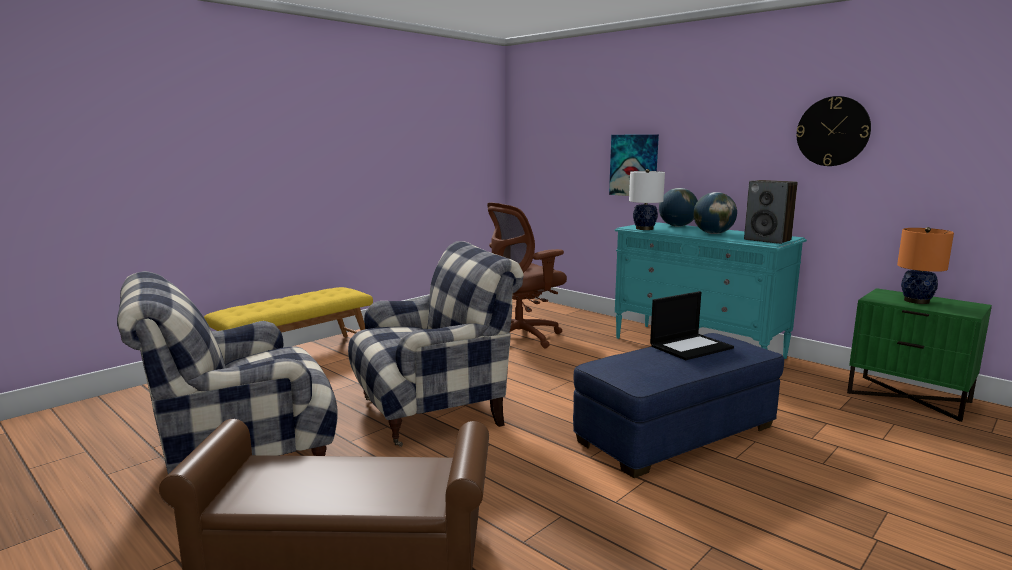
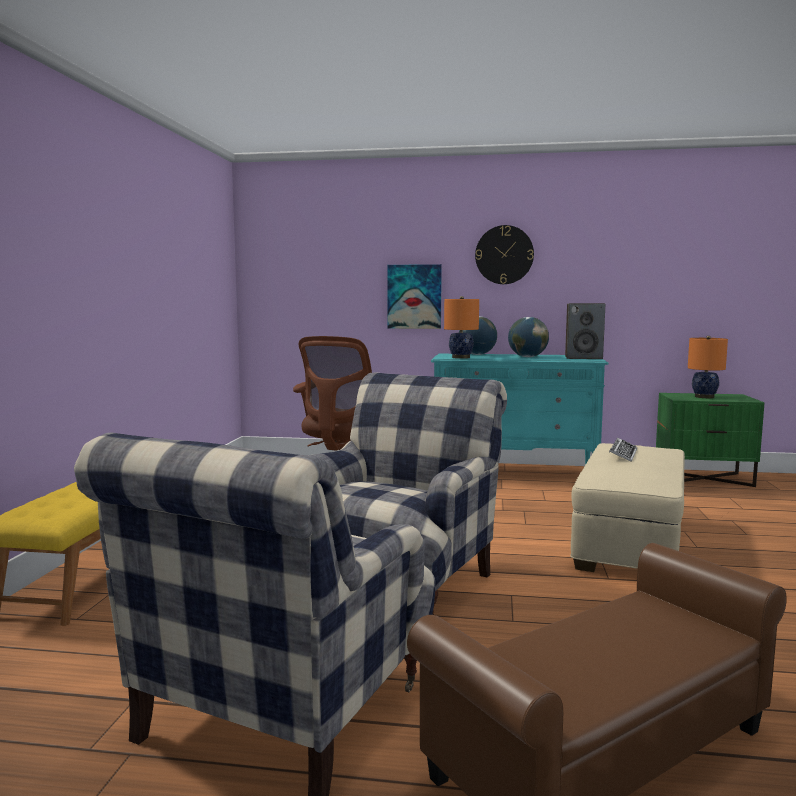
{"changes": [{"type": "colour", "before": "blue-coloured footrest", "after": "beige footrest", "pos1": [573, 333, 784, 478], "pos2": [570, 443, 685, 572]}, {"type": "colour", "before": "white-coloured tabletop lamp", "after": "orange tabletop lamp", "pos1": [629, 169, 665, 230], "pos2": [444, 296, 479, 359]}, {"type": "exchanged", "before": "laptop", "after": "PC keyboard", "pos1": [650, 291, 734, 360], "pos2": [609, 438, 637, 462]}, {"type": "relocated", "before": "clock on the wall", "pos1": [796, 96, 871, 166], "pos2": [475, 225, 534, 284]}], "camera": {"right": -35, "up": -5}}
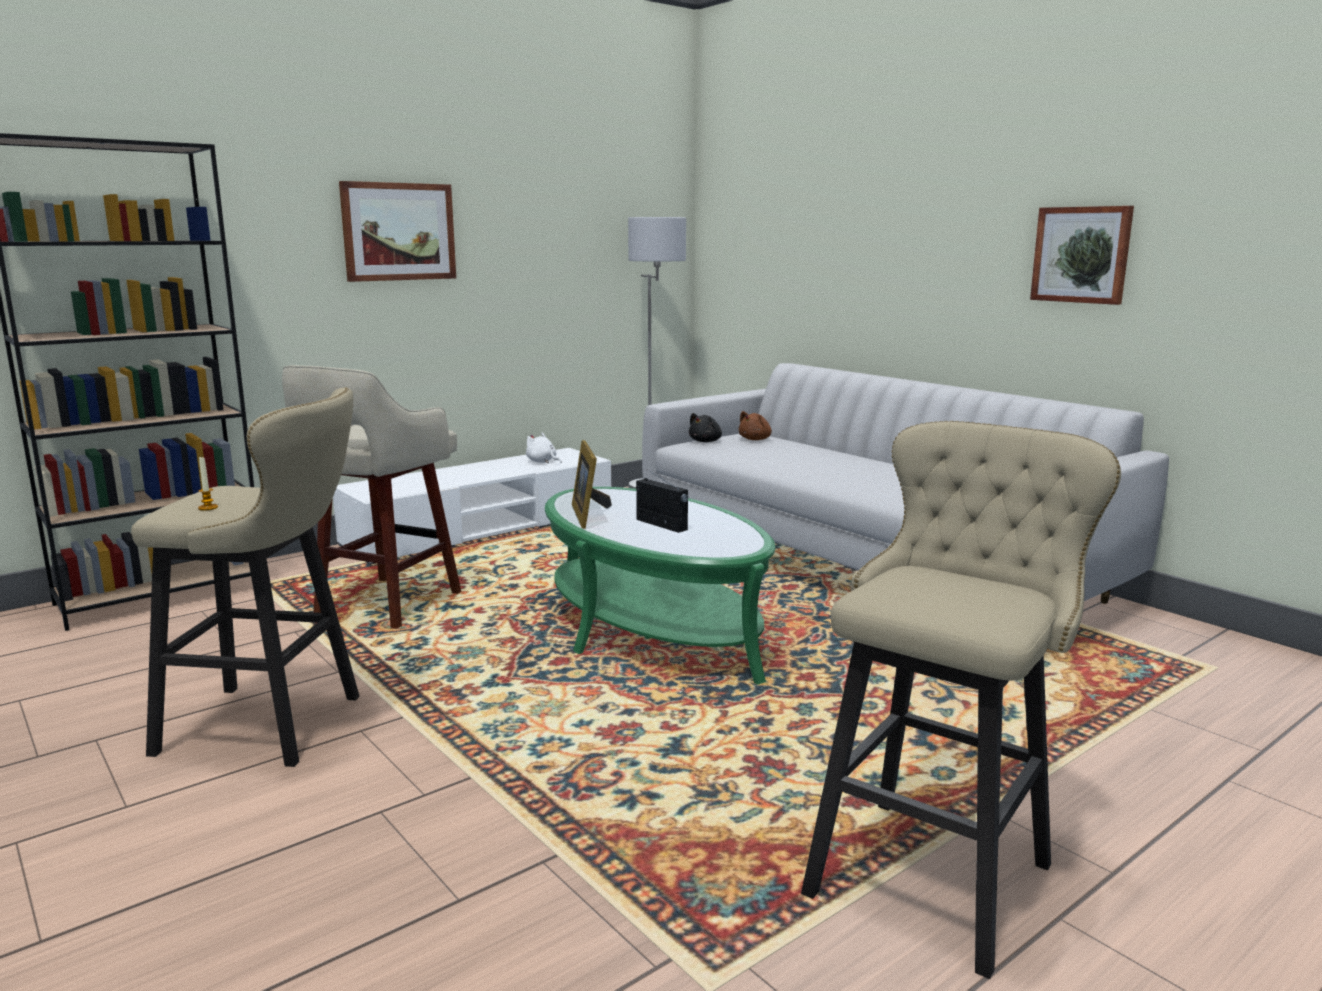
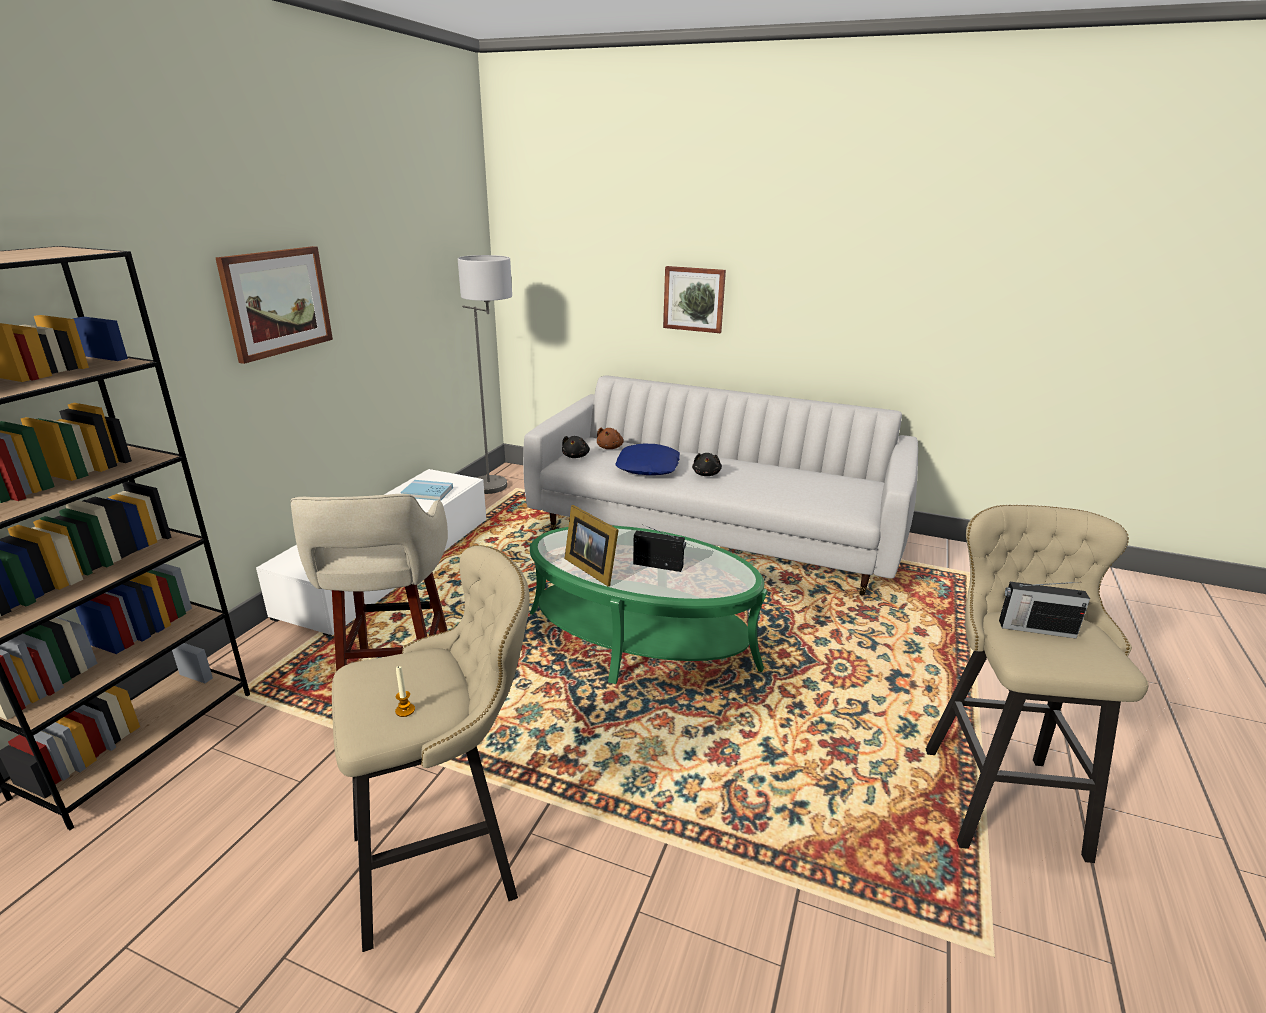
{"changes": [{"type": "exchanged", "before": "white-coloured soft toy", "after": "blue-coloured volume", "pos1": [526, 433, 562, 463], "pos2": [401, 480, 453, 501]}, {"type": "relocated", "before": "wall picture", "pos1": [1030, 206, 1134, 305], "pos2": [663, 266, 726, 333]}, {"type": "appeared", "after": "blue-coloured throw pillow", "pos2": [615, 444, 680, 475]}, {"type": "appeared", "after": "black soft toy", "pos2": [692, 453, 722, 476]}, {"type": "appeared", "after": "radio set", "pos2": [999, 582, 1090, 639]}], "camera": {"right": -30, "up": 10}}
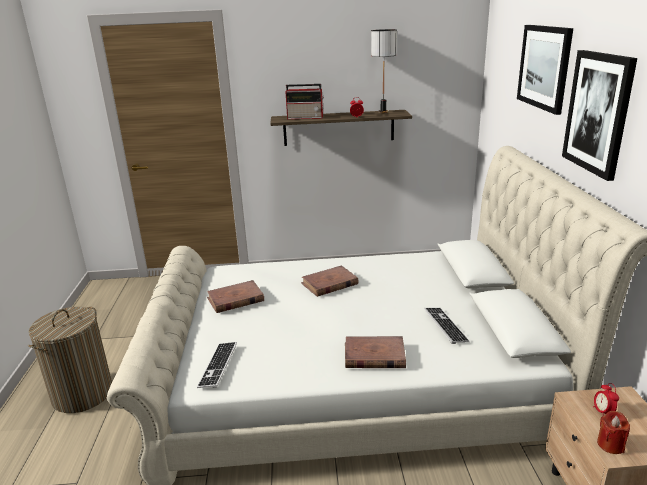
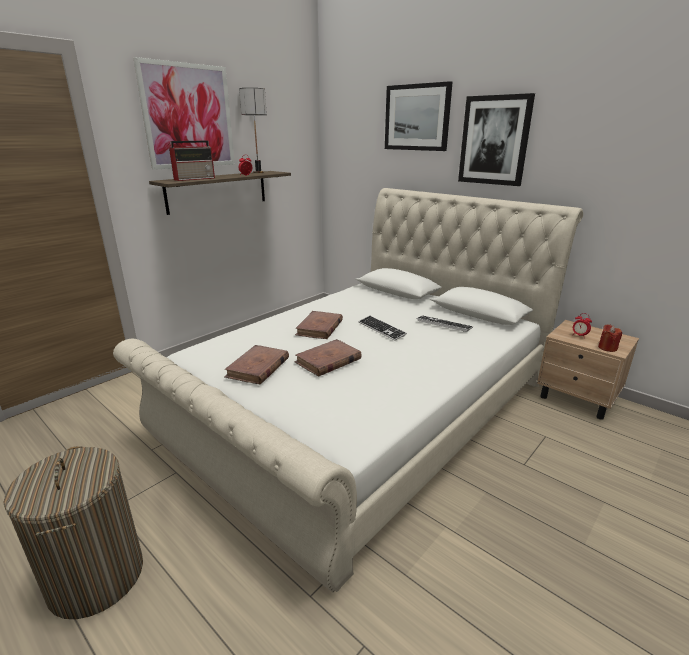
{"changes": [{"type": "relocated", "before": "PC keyboard", "pos1": [197, 342, 237, 388], "pos2": [358, 316, 407, 341]}, {"type": "relocated", "before": "brown-coloured volume", "pos1": [345, 336, 406, 368], "pos2": [294, 339, 362, 377]}, {"type": "appeared", "after": "wall picture", "pos2": [133, 57, 235, 170]}], "camera": {"right": -45, "up": 0}}
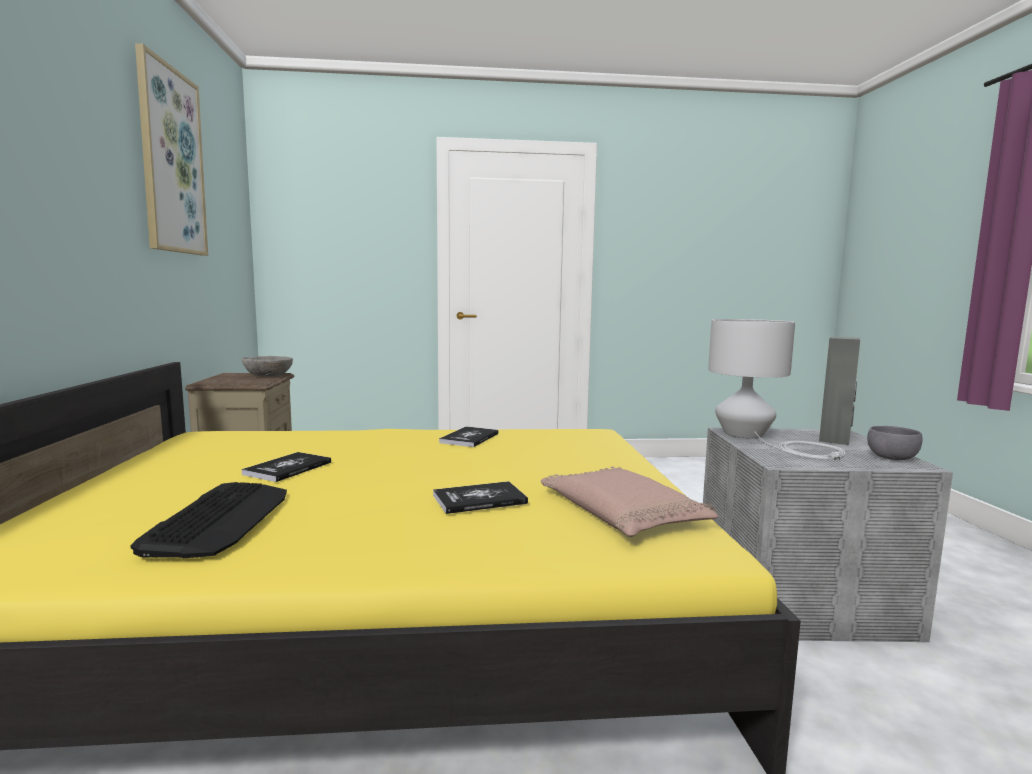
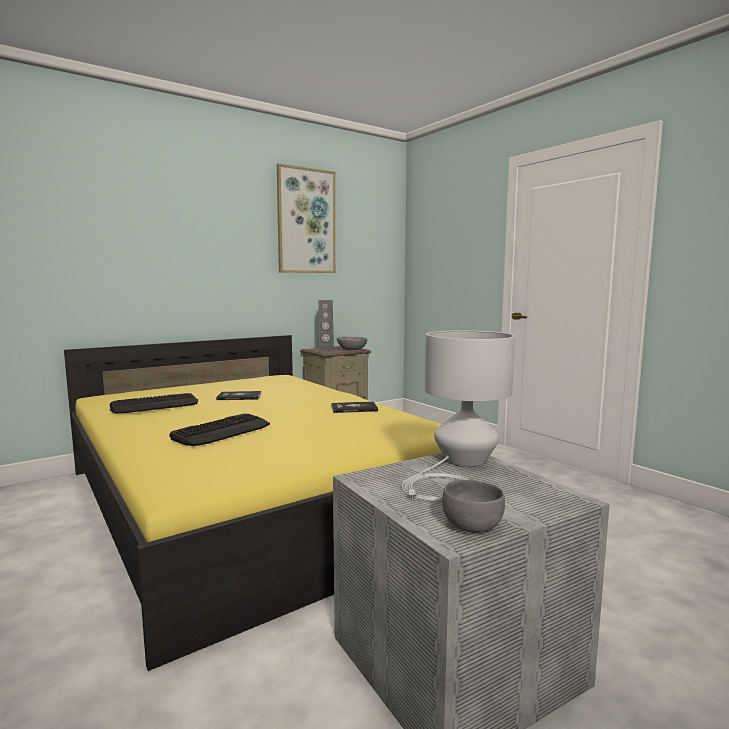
{"changes": [{"type": "exchanged", "before": "volume", "after": "PC keyboard", "pos1": [433, 481, 528, 514], "pos2": [170, 414, 270, 446]}, {"type": "missing", "before": "beige throw pillow", "pos1": [541, 466, 719, 537]}, {"type": "relocated", "before": "gray audio speaker", "pos1": [819, 337, 860, 445], "pos2": [318, 300, 334, 351]}], "camera": {"right": 60, "up": 0}}
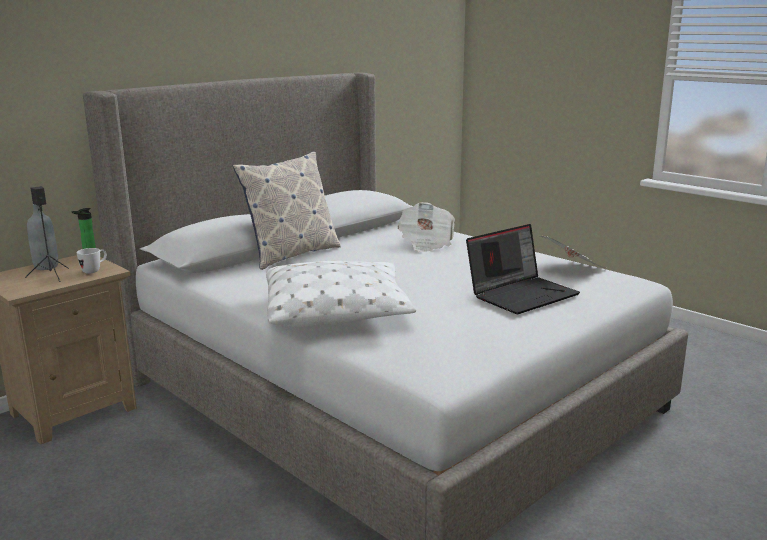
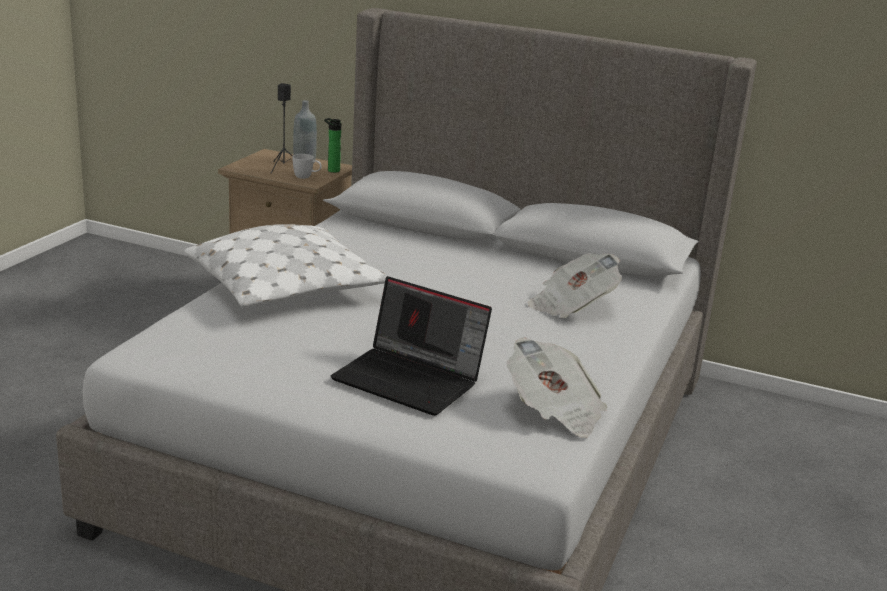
{"changes": [{"type": "missing", "before": "throw pillow", "pos1": [233, 152, 341, 270]}], "camera": {"right": 65, "up": 5}}
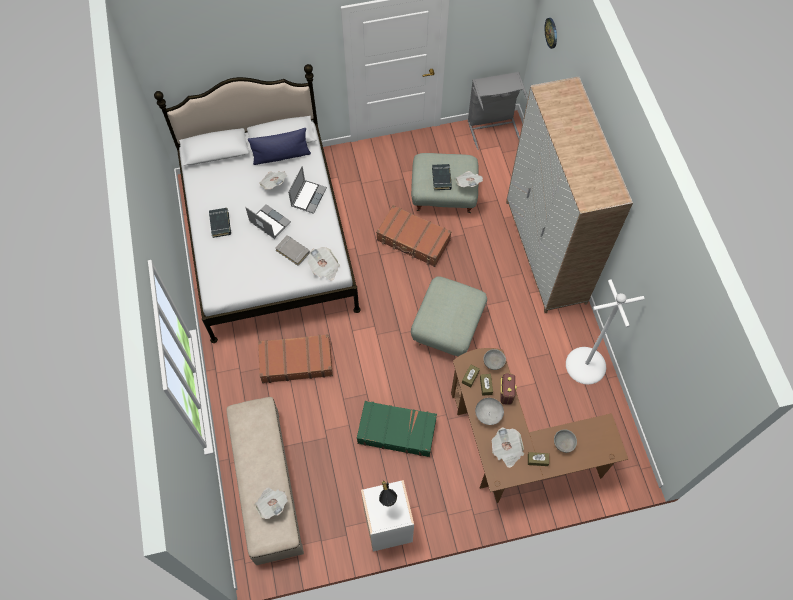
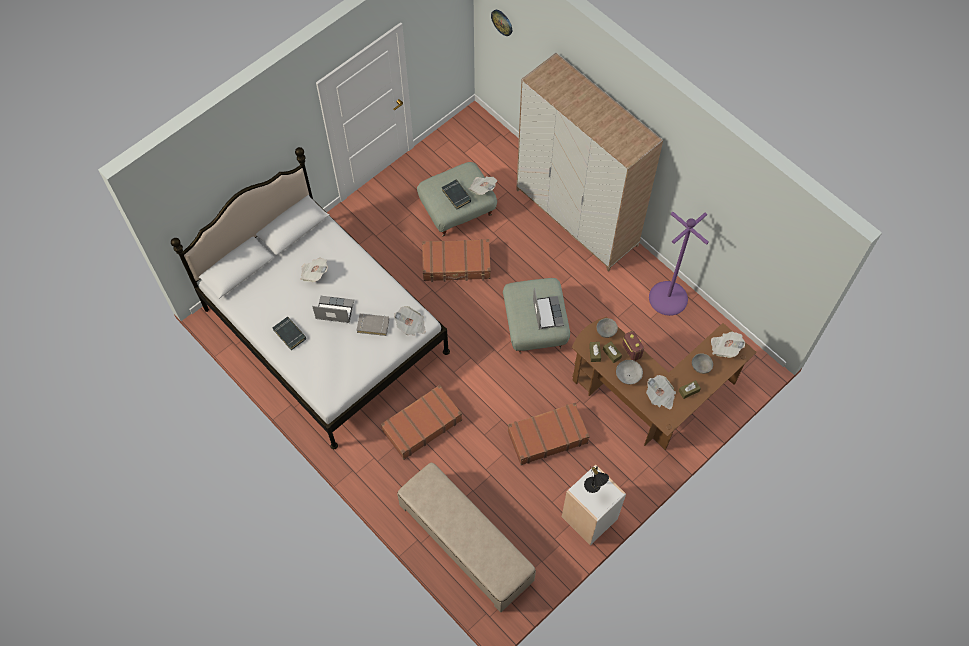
{"changes": [{"type": "missing", "before": "blue-coloured throw pillow", "pos1": [248, 128, 311, 165]}, {"type": "relocated", "before": "newspaper", "pos1": [255, 487, 288, 519], "pos2": [711, 331, 745, 358]}, {"type": "relocated", "before": "laptop", "pos1": [288, 166, 327, 214], "pos2": [533, 287, 564, 329]}, {"type": "colour", "before": "greenish piece of luggage", "after": "brown-coloured piece of luggage", "pos1": [357, 401, 437, 457], "pos2": [508, 403, 590, 465]}, {"type": "missing", "before": "gray hamper", "pos1": [468, 72, 528, 150]}, {"type": "colour", "before": "white-coloured garment rack", "after": "purplish garment rack", "pos1": [566, 279, 645, 385], "pos2": [649, 212, 709, 316]}], "camera": {"right": -30, "up": 0}}
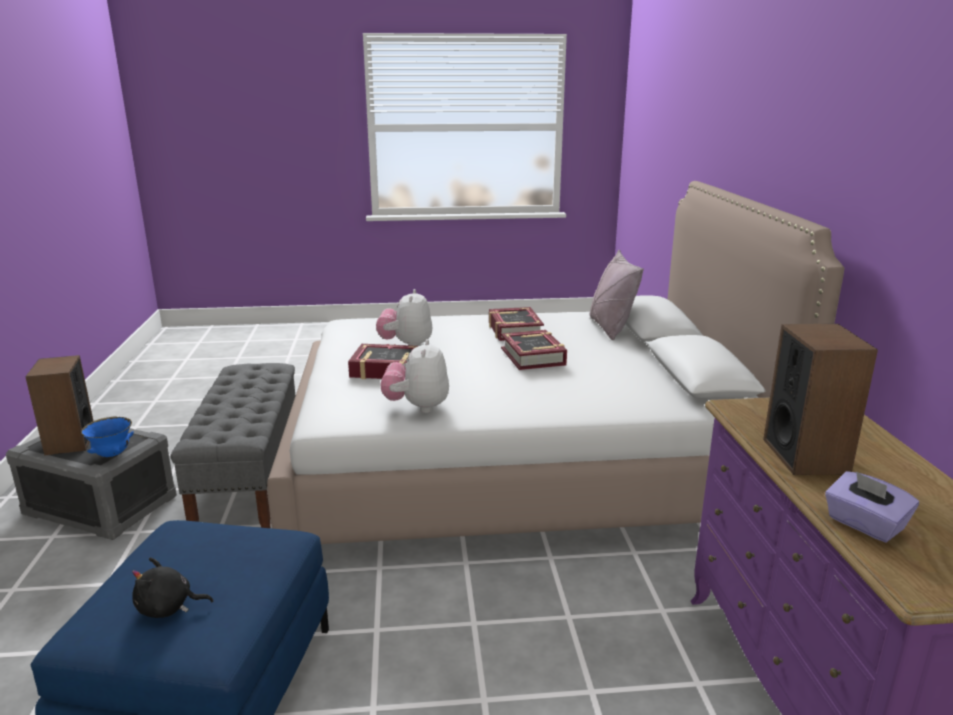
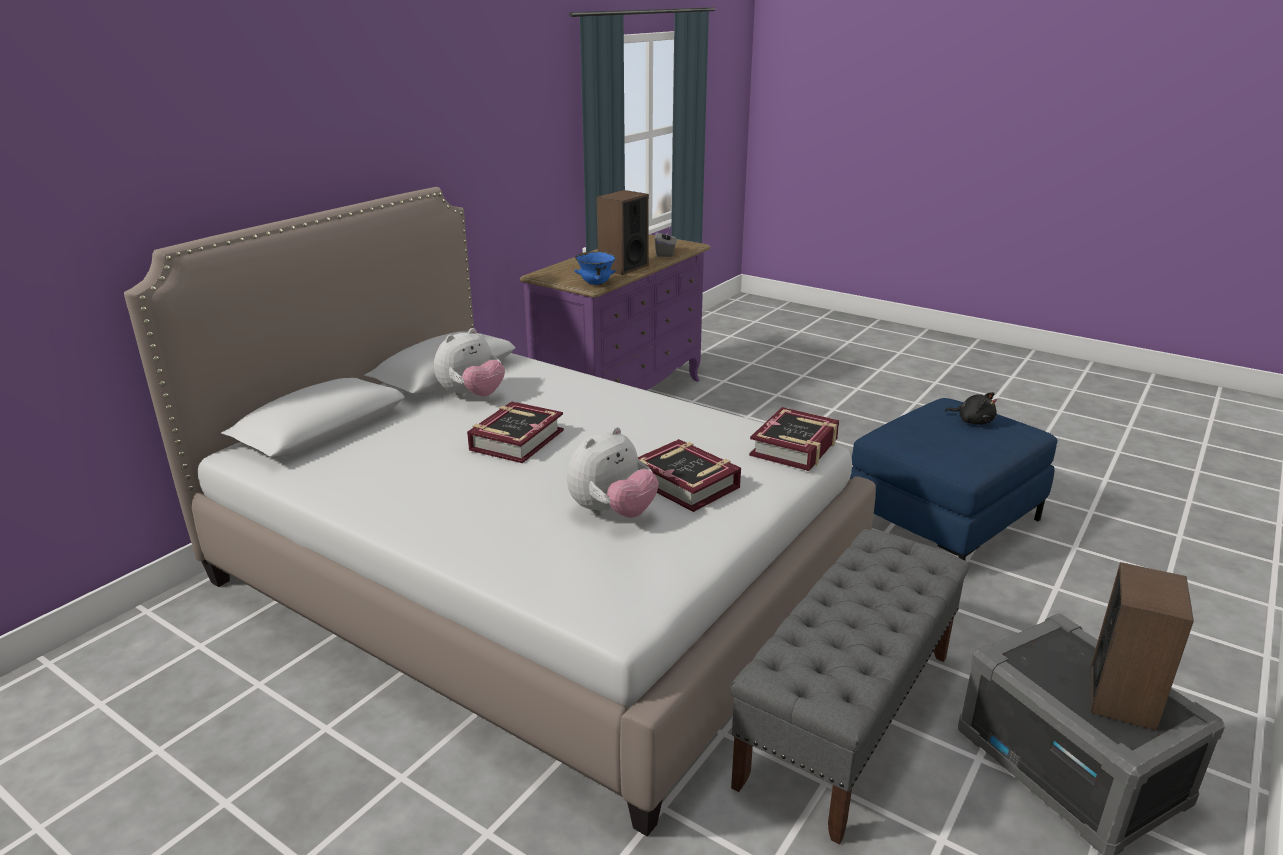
{"changes": [{"type": "relocated", "before": "blue-coloured bowl", "pos1": [81, 417, 134, 457], "pos2": [574, 252, 616, 285]}, {"type": "relocated", "before": "soft toy", "pos1": [380, 339, 449, 413], "pos2": [434, 328, 505, 398]}, {"type": "relocated", "before": "volume", "pos1": [489, 307, 544, 341], "pos2": [749, 407, 839, 471]}, {"type": "missing", "before": "purplish throw pillow", "pos1": [590, 250, 644, 340]}, {"type": "colour", "before": "purplish tissue box", "after": "gray tissue box", "pos1": [825, 471, 919, 543], "pos2": [655, 230, 677, 257]}], "camera": {"right": -140, "up": 5}}
